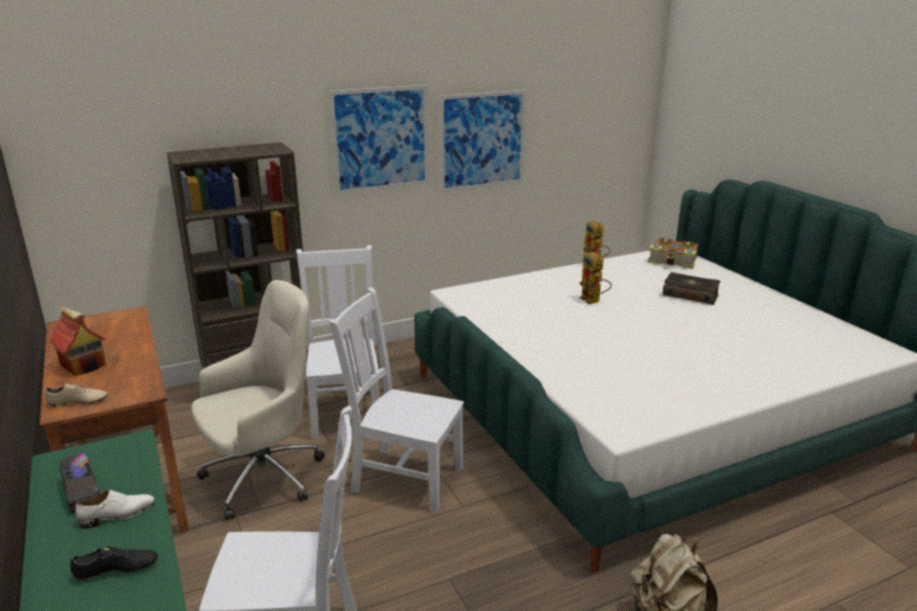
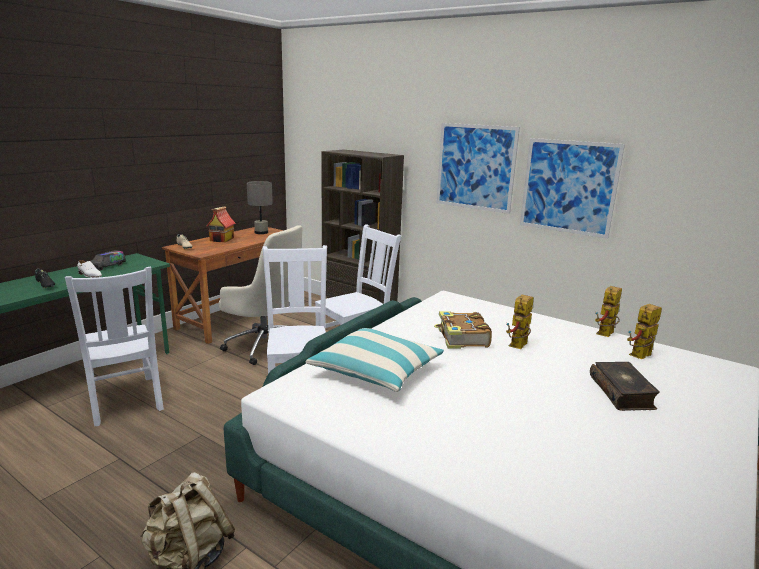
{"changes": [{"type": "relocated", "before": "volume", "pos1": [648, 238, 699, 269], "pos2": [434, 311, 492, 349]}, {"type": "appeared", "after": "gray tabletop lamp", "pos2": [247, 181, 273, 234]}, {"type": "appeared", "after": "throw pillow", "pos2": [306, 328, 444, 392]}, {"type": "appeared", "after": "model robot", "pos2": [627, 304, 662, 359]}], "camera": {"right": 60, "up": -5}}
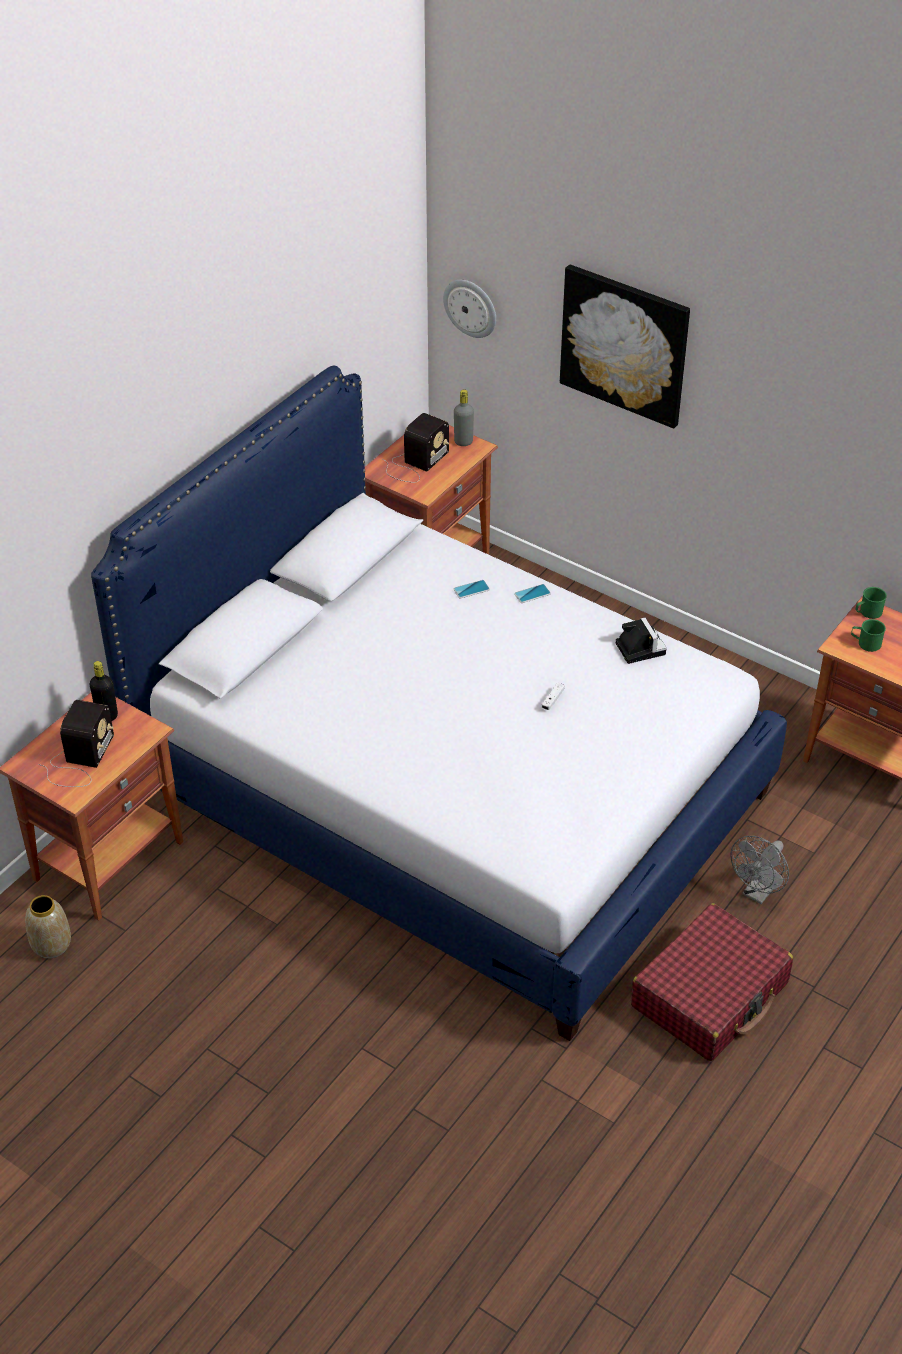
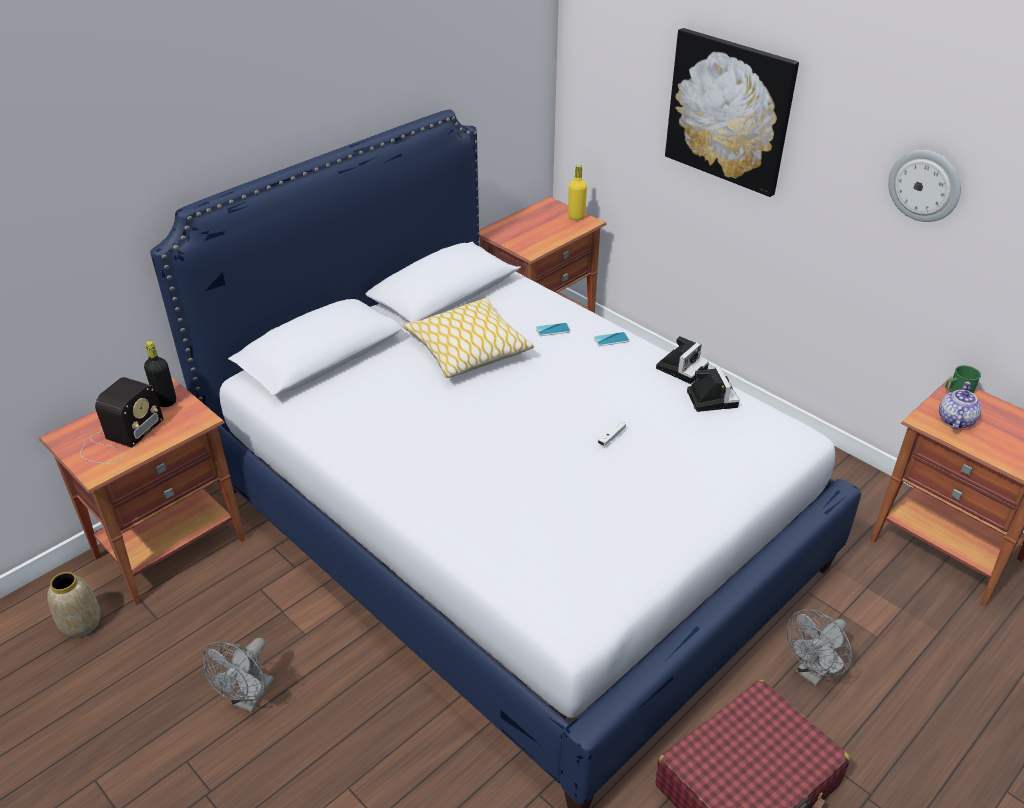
{"changes": [{"type": "missing", "before": "radio set", "pos1": [382, 413, 449, 483]}, {"type": "relocated", "before": "clock on the wall", "pos1": [443, 280, 496, 338], "pos2": [888, 150, 961, 222]}, {"type": "colour", "before": "gray bottle", "after": "yellowish bottle", "pos1": [454, 389, 474, 446], "pos2": [568, 165, 587, 220]}, {"type": "exchanged", "before": "greenish coffee mug", "after": "pot for tea", "pos1": [851, 619, 886, 652], "pos2": [939, 381, 981, 430]}, {"type": "appeared", "after": "gray cooling fan", "pos2": [202, 638, 274, 712]}, {"type": "appeared", "after": "throw pillow", "pos2": [403, 298, 534, 378]}, {"type": "appeared", "after": "photo camera", "pos2": [656, 336, 709, 384]}], "camera": {"right": 10, "up": -5}}
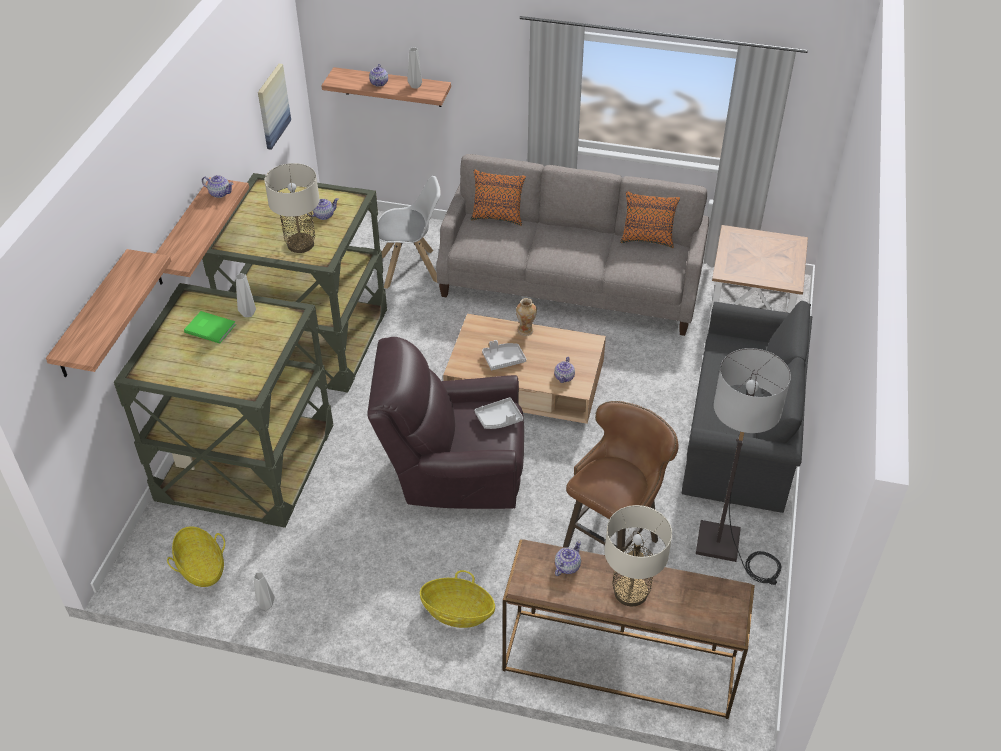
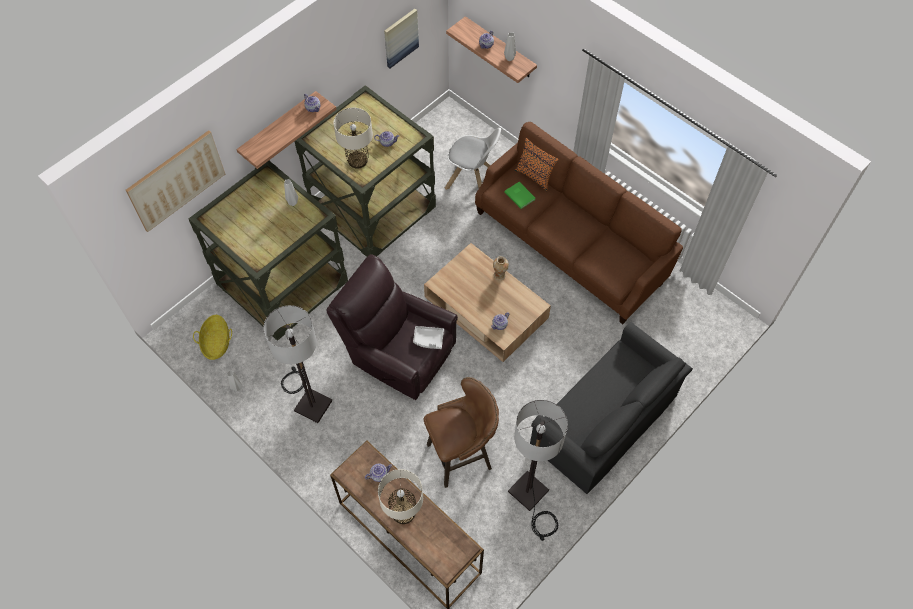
{"changes": [{"type": "exchanged", "before": "wall shelf", "after": "wall picture", "pos1": [46, 249, 171, 377], "pos2": [126, 130, 225, 232]}, {"type": "relocated", "before": "greenish volume", "pos1": [184, 311, 236, 344], "pos2": [504, 182, 535, 209]}, {"type": "missing", "before": "household basket", "pos1": [420, 570, 495, 628]}, {"type": "colour", "before": "gray couch", "after": "brown-coloured couch", "pos1": [436, 154, 710, 336], "pos2": [475, 122, 683, 324]}, {"type": "missing", "before": "gray serving tray", "pos1": [482, 340, 526, 370]}, {"type": "missing", "before": "orange throw pillow", "pos1": [620, 191, 680, 248]}, {"type": "missing", "before": "brown-coloured side table", "pos1": [708, 225, 808, 326]}, {"type": "appeared", "after": "standard lamp", "pos2": [263, 305, 332, 423]}], "camera": {"right": 30, "up": 15}}
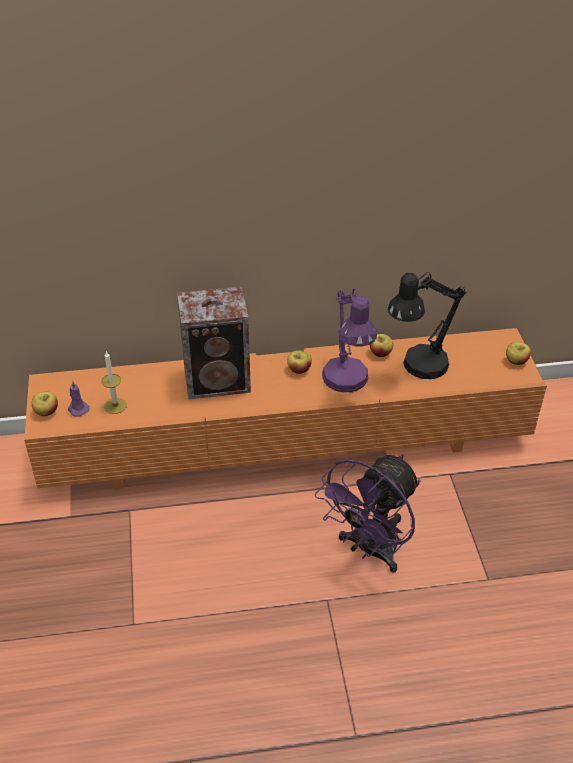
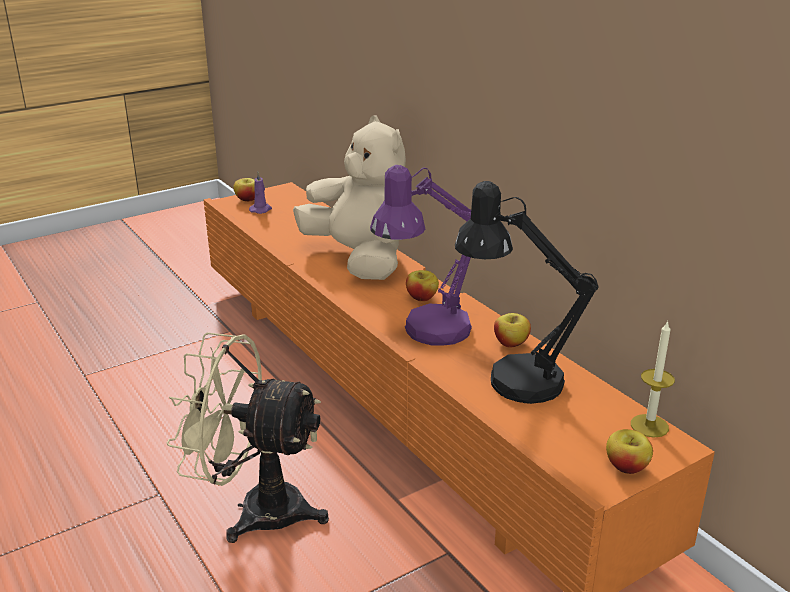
{"changes": [{"type": "relocated", "before": "wax candle", "pos1": [101, 351, 127, 414], "pos2": [631, 320, 675, 438]}, {"type": "exchanged", "before": "audio speaker", "after": "beige soft toy", "pos1": [177, 287, 251, 400], "pos2": [293, 115, 406, 280]}, {"type": "colour", "before": "purplish cooling fan", "after": "beige cooling fan", "pos1": [315, 454, 421, 573], "pos2": [166, 332, 329, 543]}], "camera": {"right": 65, "up": -15}}
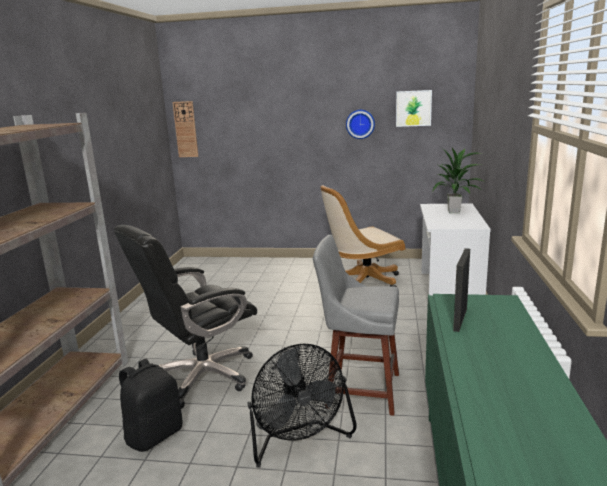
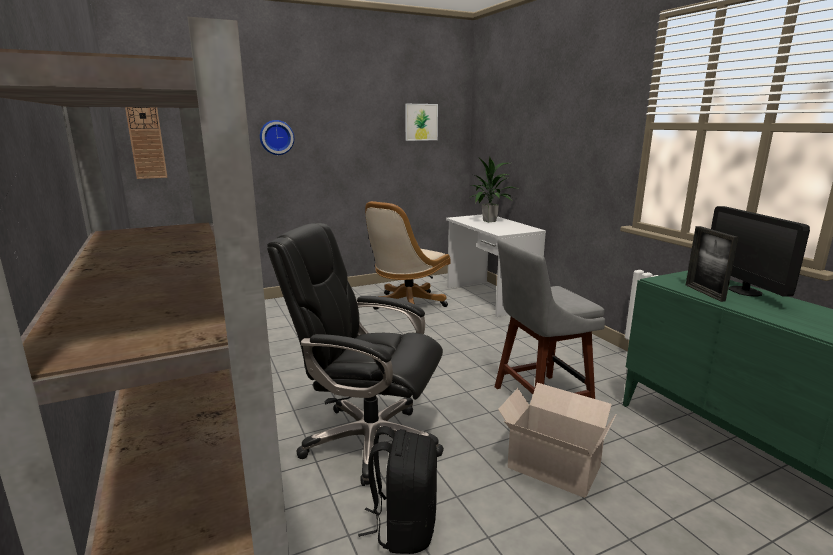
{"changes": [{"type": "spun", "before": "black computer chair", "pos1": [114, 225, 257, 409], "pos2": [267, 223, 444, 486], "turn": 90}, {"type": "exchanged", "before": "black cooling fan", "after": "carton", "pos1": [248, 344, 357, 468], "pos2": [498, 383, 616, 498]}, {"type": "relocated", "before": "clock on the wall", "pos1": [346, 110, 375, 139], "pos2": [260, 120, 294, 155]}, {"type": "appeared", "after": "computer screen", "pos2": [711, 206, 810, 297]}], "camera": {"right": -35, "up": 0}}
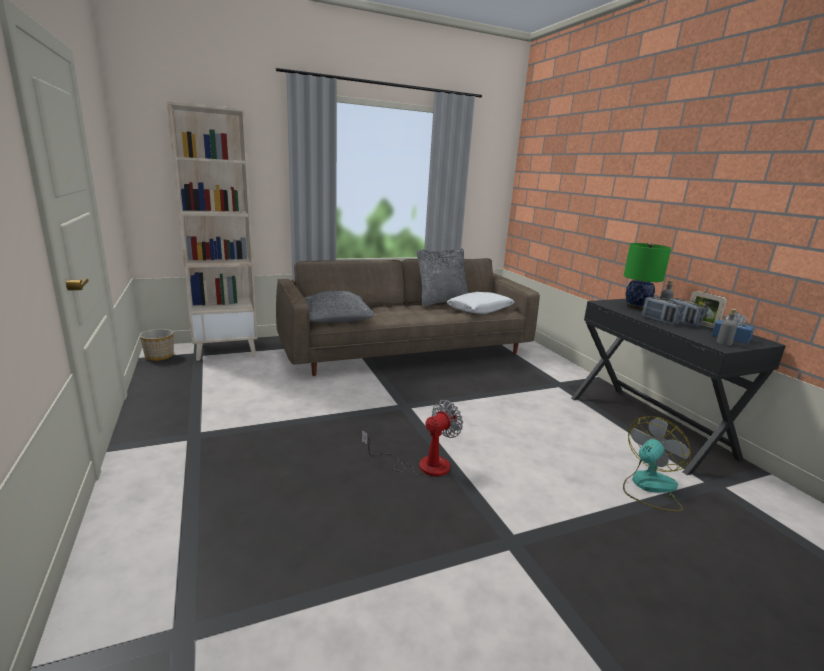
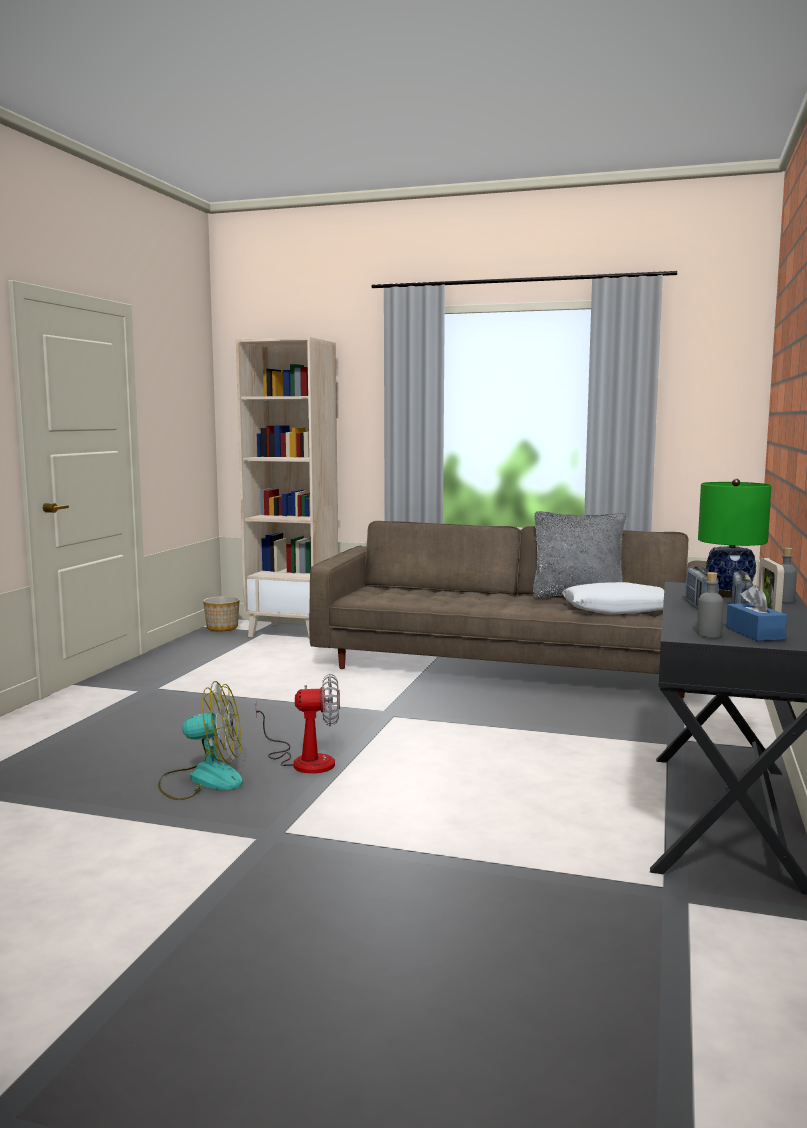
{"changes": [{"type": "missing", "before": "gray throw pillow", "pos1": [304, 291, 374, 323]}, {"type": "relocated", "before": "cooling fan", "pos1": [623, 416, 691, 512], "pos2": [158, 681, 243, 800]}], "camera": {"right": 40, "up": -10}}
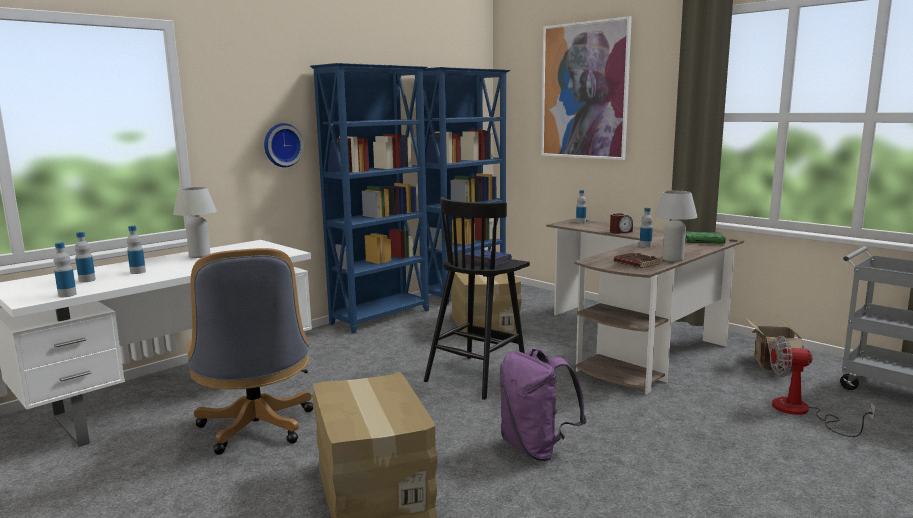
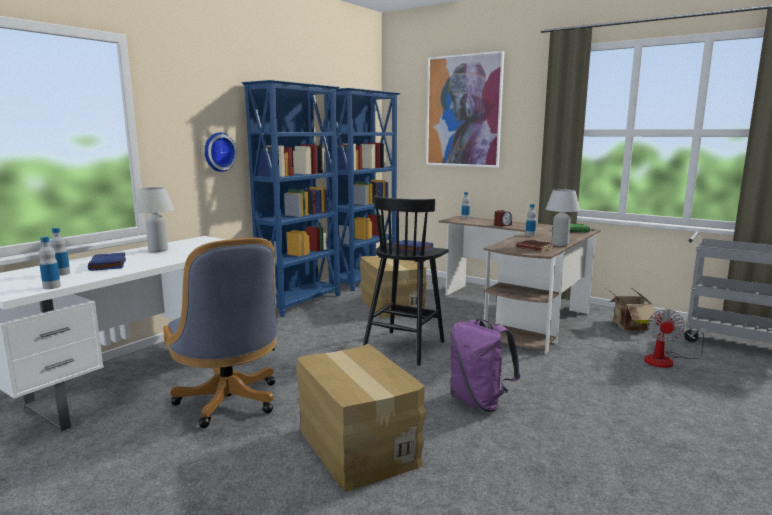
{"changes": [{"type": "exchanged", "before": "bottle", "after": "blue-coloured volume", "pos1": [127, 226, 146, 274], "pos2": [88, 253, 126, 271]}, {"type": "spun", "before": "cooling fan", "pos1": [770, 336, 876, 437], "pos2": [644, 309, 707, 368], "turn": -75}], "camera": {"right": -10, "up": 0}}
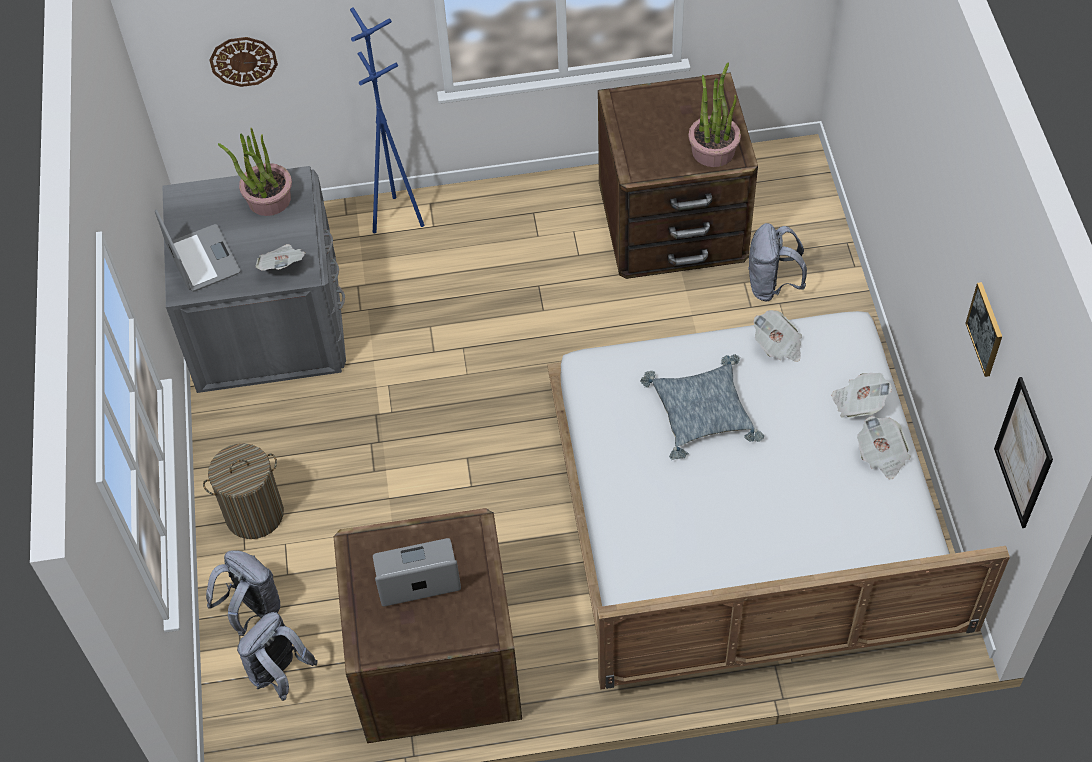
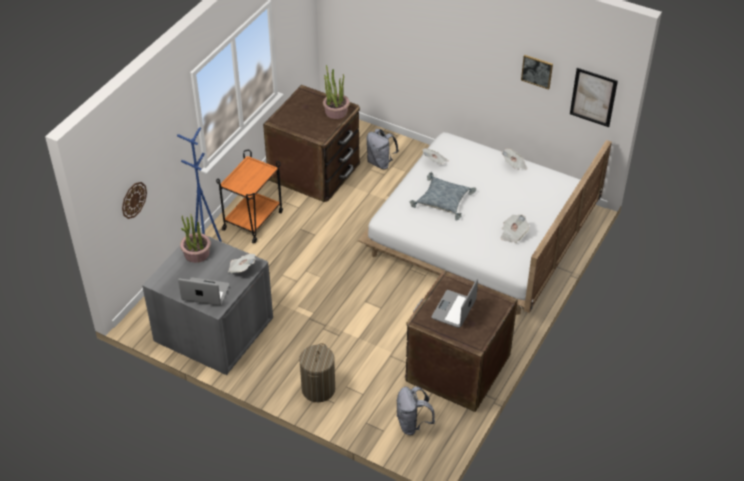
{"changes": [{"type": "missing", "before": "gray backpack", "pos1": [206, 550, 280, 636]}, {"type": "relocated", "before": "newspaper", "pos1": [831, 373, 892, 418], "pos2": [501, 215, 529, 243]}, {"type": "appeared", "after": "orange cart", "pos2": [216, 150, 283, 243]}], "camera": {"right": -55, "up": -10}}
